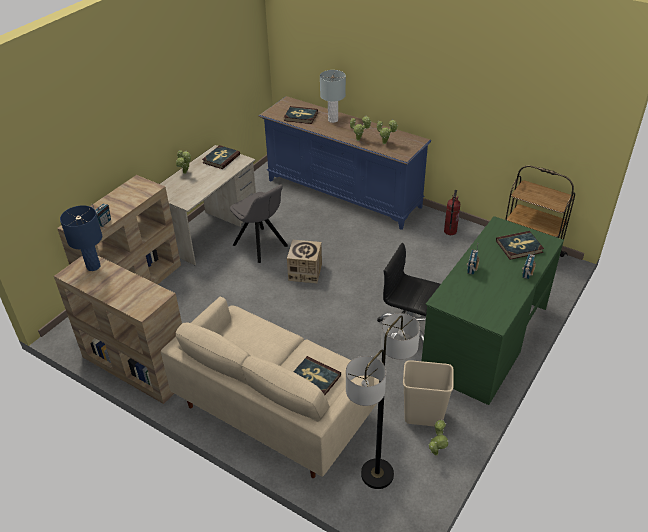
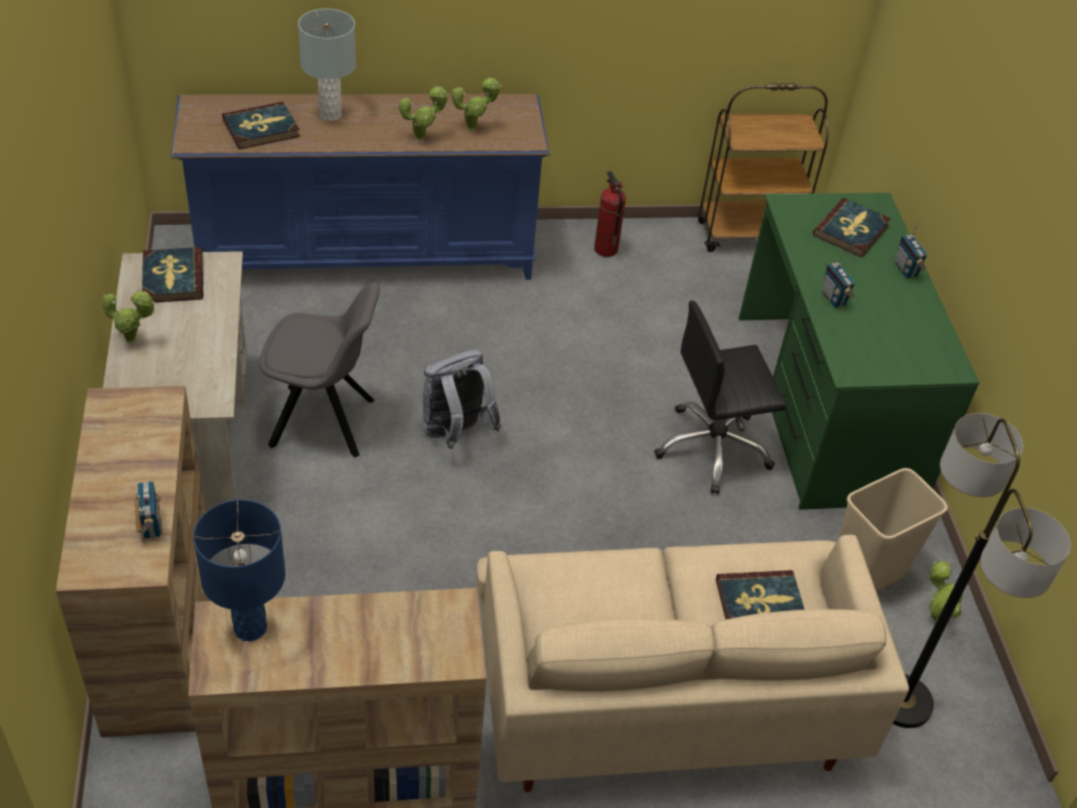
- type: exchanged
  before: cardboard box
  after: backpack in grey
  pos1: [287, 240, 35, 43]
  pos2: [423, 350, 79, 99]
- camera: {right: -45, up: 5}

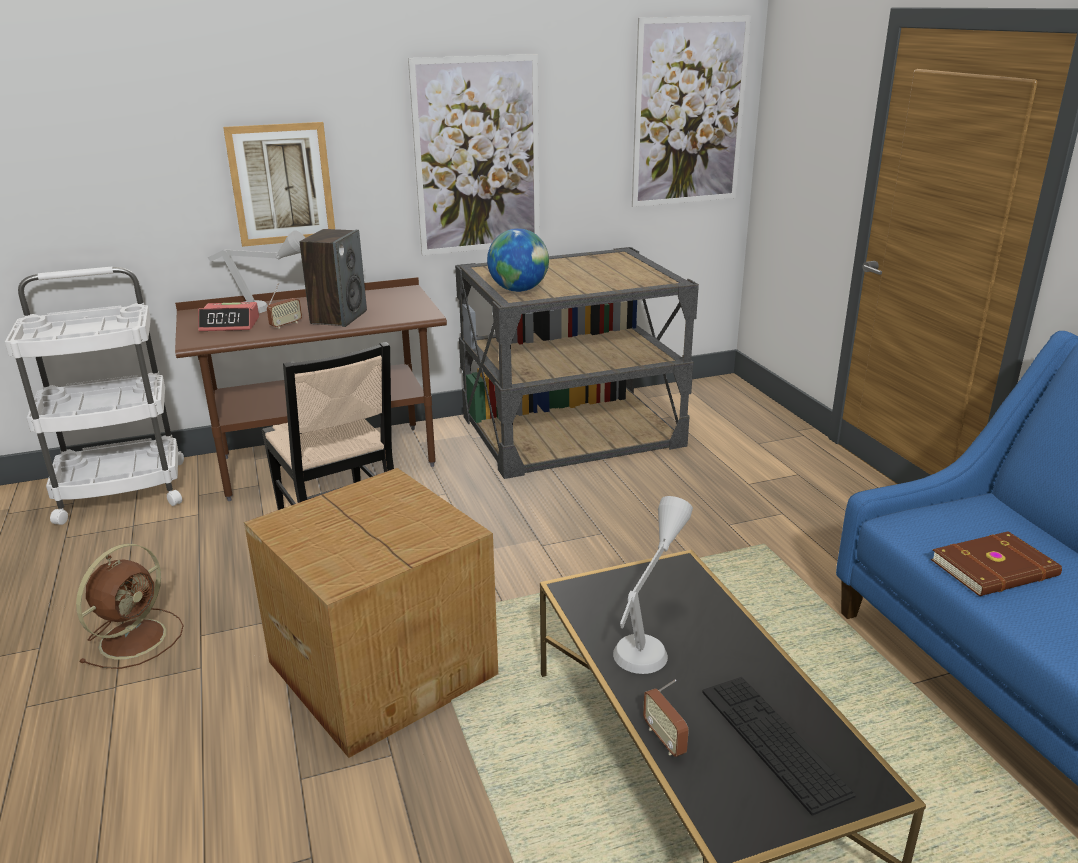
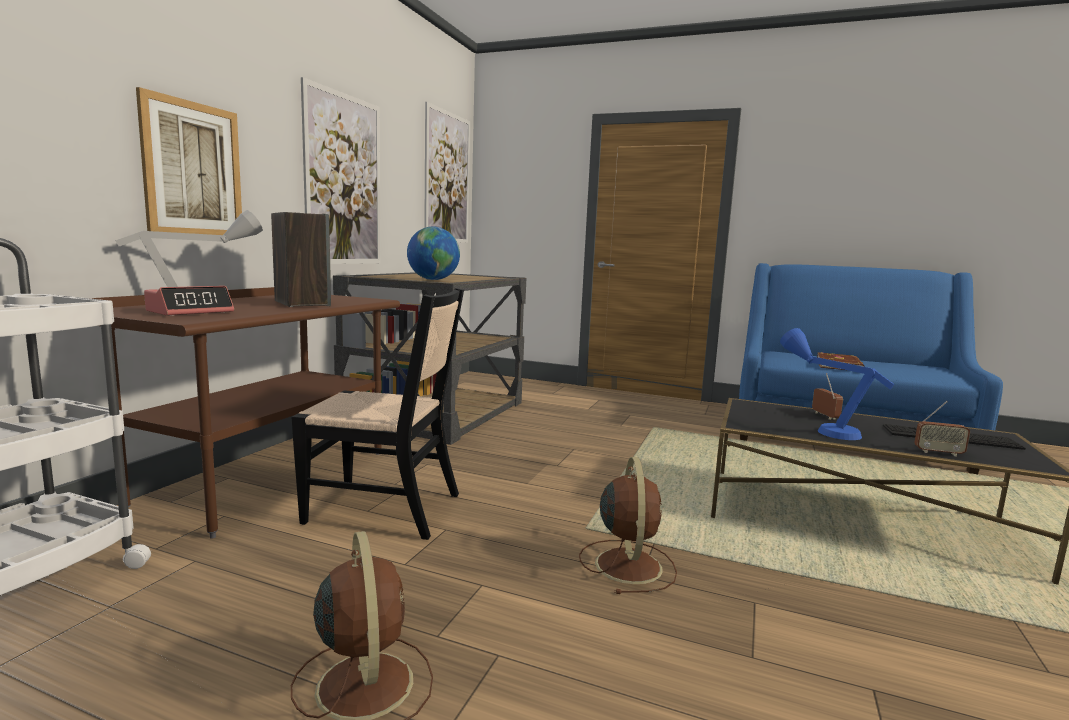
- type: relocated
  before: radio
  pos1: [267, 283, 35, 46]
  pos2: [812, 373, 31, 46]
- type: exchanged
  before: cardboard box
  after: fan in brown
  pos1: [244, 468, 254, 290]
  pos2: [579, 457, 98, 137]
- type: colour
  before: table lamp in grey
  after: table lamp in blue
  pos1: [613, 496, 80, 178]
  pos2: [780, 328, 114, 112]
- camera: {right: -50, up: -15}

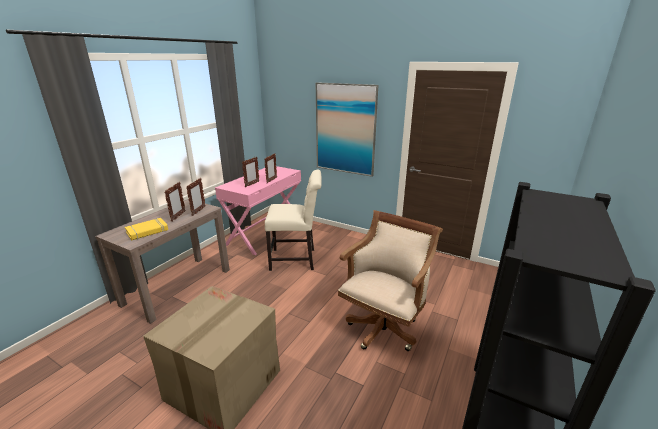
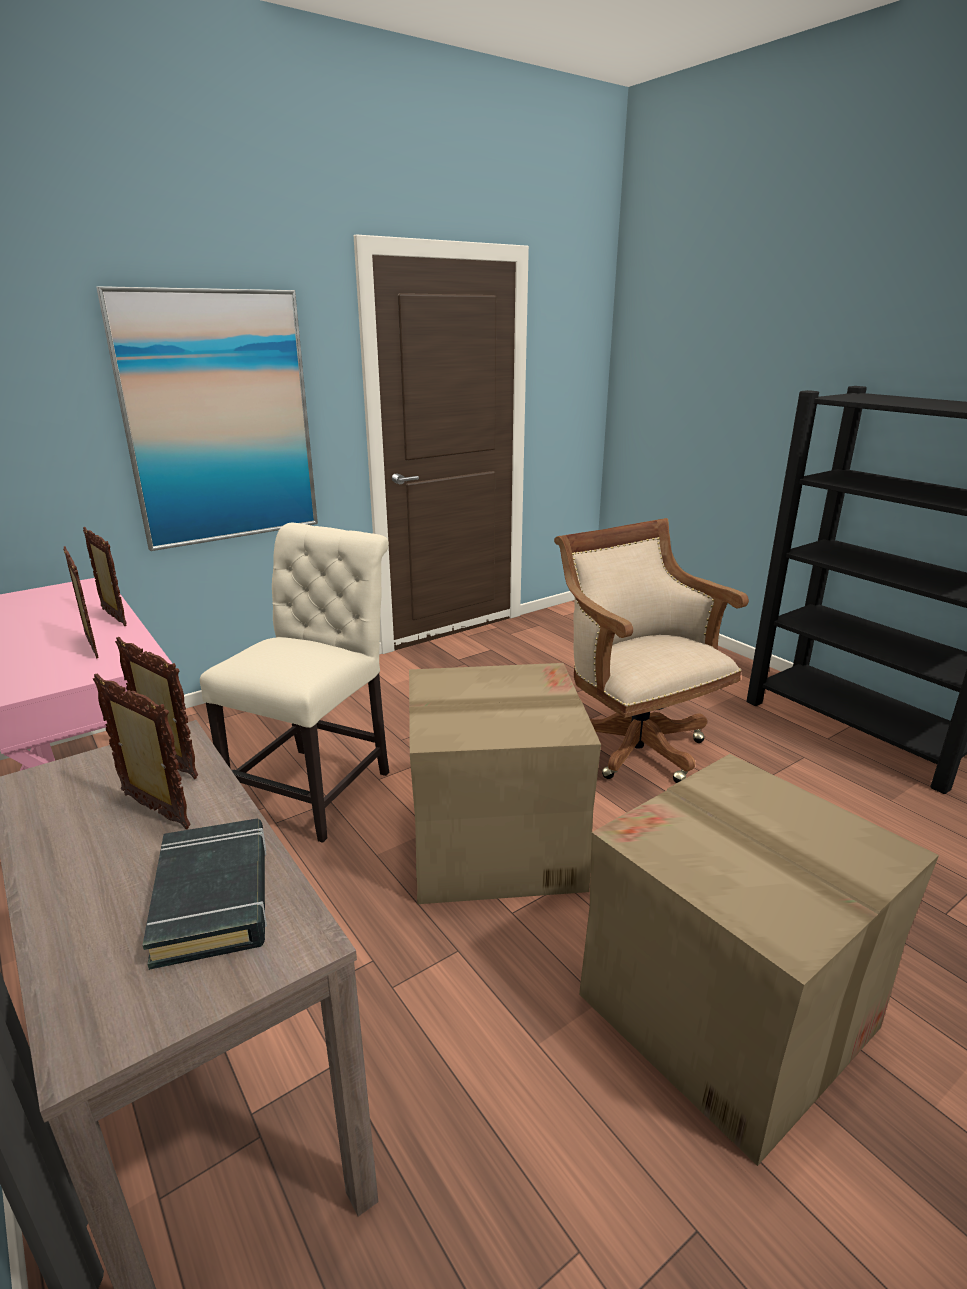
- type: colour
  before: book in yellow
  after: book in black
  pos1: [125, 218, 43, 22]
  pos2: [142, 819, 125, 151]
- type: appeared
  after: cardboard box
  pos2: [409, 663, 192, 241]
- camera: {right: -65, up: 0}

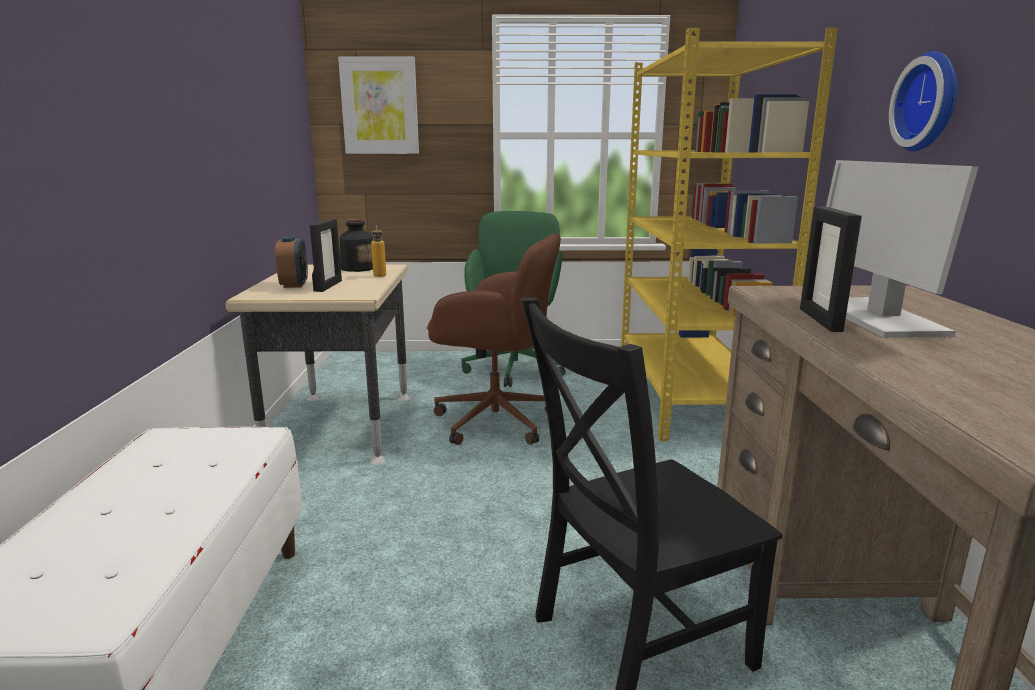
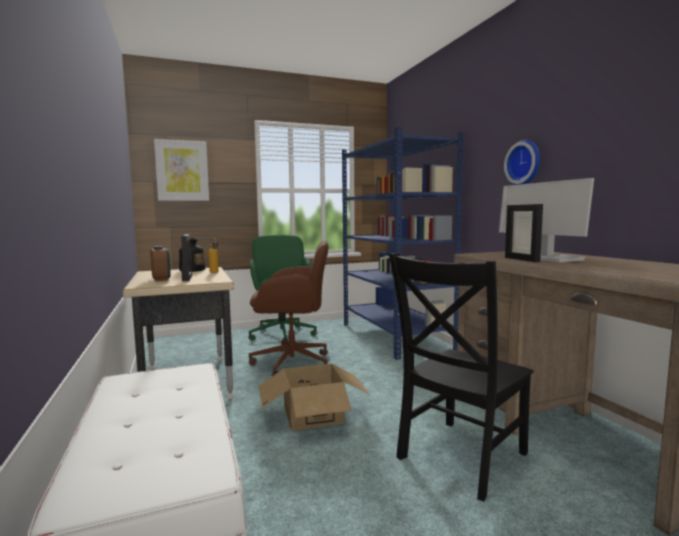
- type: colour
  before: bookcase in yellow
  after: bookcase in blue
  pos1: [621, 28, 217, 413]
  pos2: [342, 127, 121, 233]
- type: appeared
  after: cardboard box
  pos2: [259, 364, 110, 67]
- camera: {right: -20, up: -10}

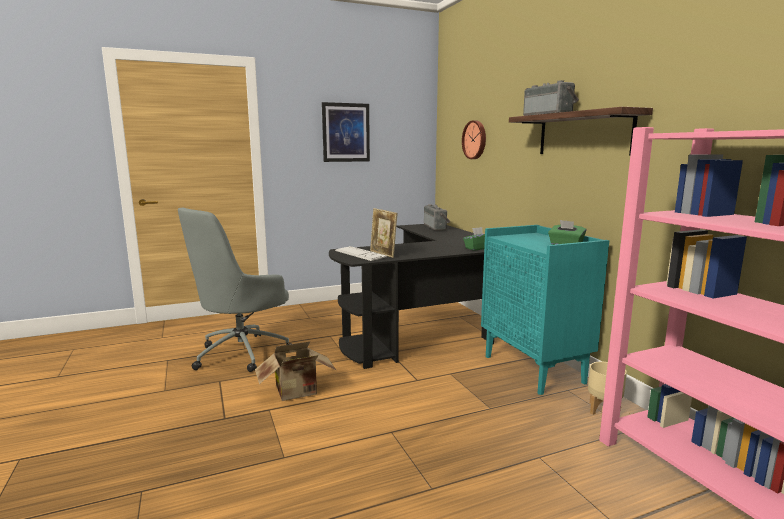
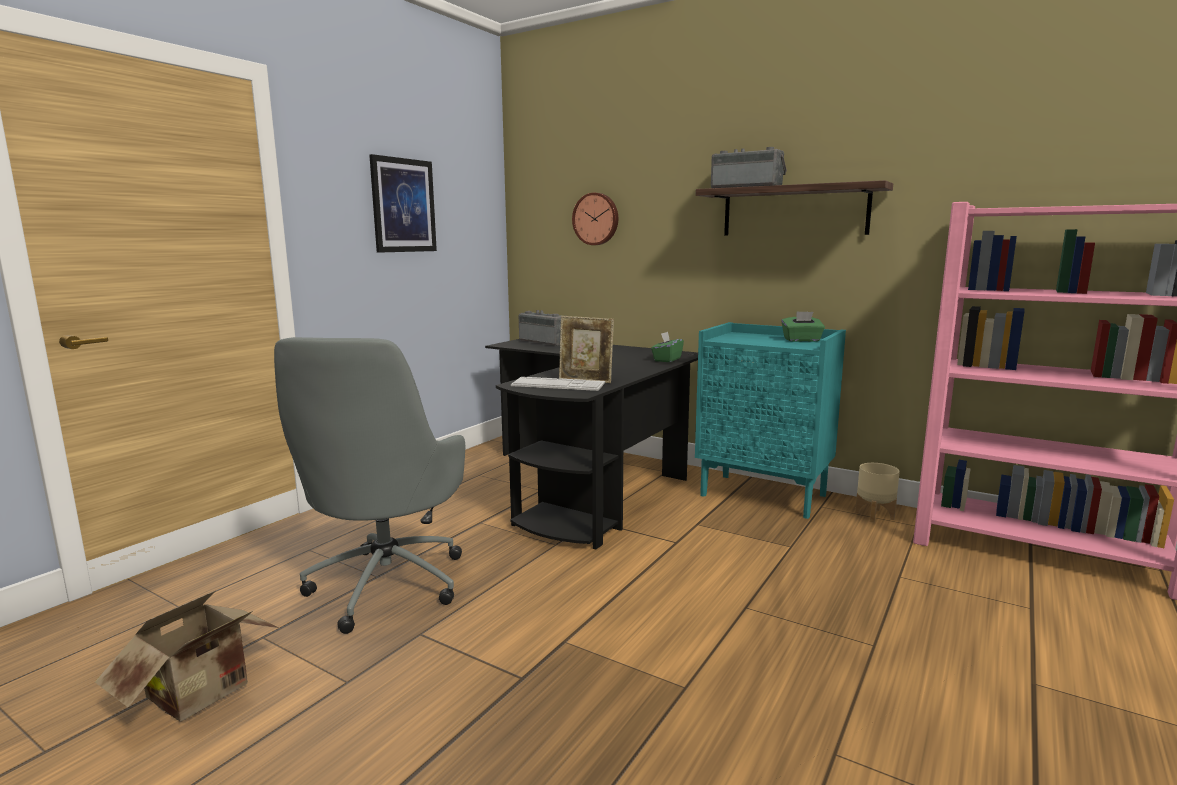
- type: relocated
  before: cardboard box
  pos1: [255, 342, 82, 59]
  pos2: [95, 591, 183, 131]
- camera: {right: -35, up: 0}

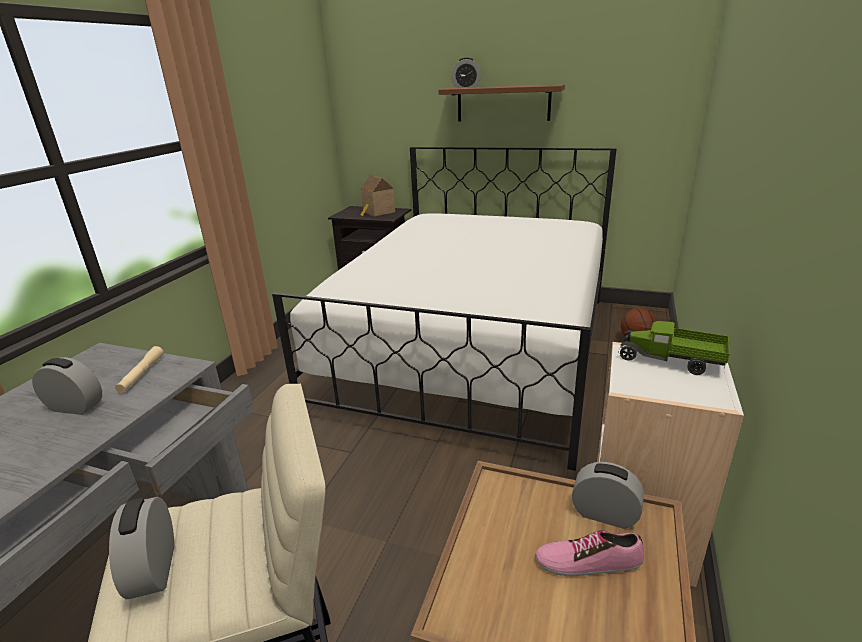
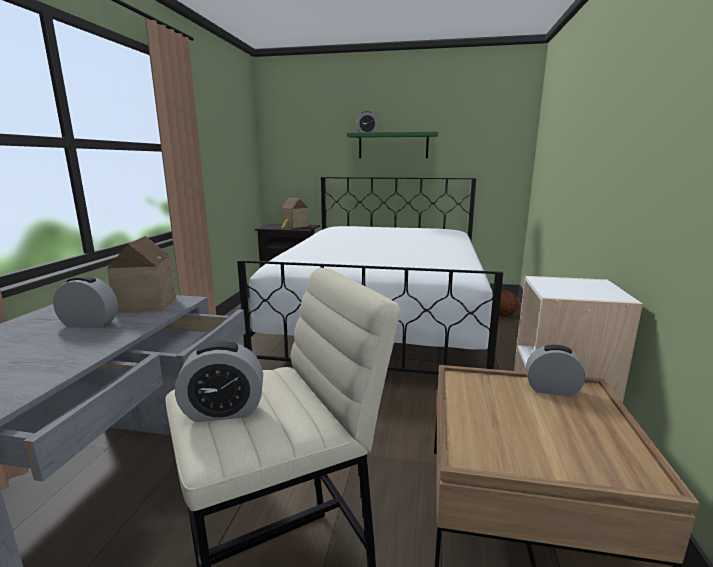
- type: colour
  before: shelf in brown
  after: shelf in green
  pos1: [438, 84, 127, 38]
  pos2: [347, 132, 91, 26]
- type: missing
  before: toy truck
  pos1: [619, 321, 111, 54]
- type: exchanged
  before: flashlight in beige
  after: toy house
  pos1: [115, 346, 49, 47]
  pos2: [107, 236, 69, 77]
- type: spun
  before: alarm clock
  pos1: [109, 497, 66, 102]
  pos2: [175, 341, 88, 81]
  turn: -75
- type: missing
  before: shoe
  pos1: [535, 530, 109, 46]
- camera: {right: -10, up: -10}

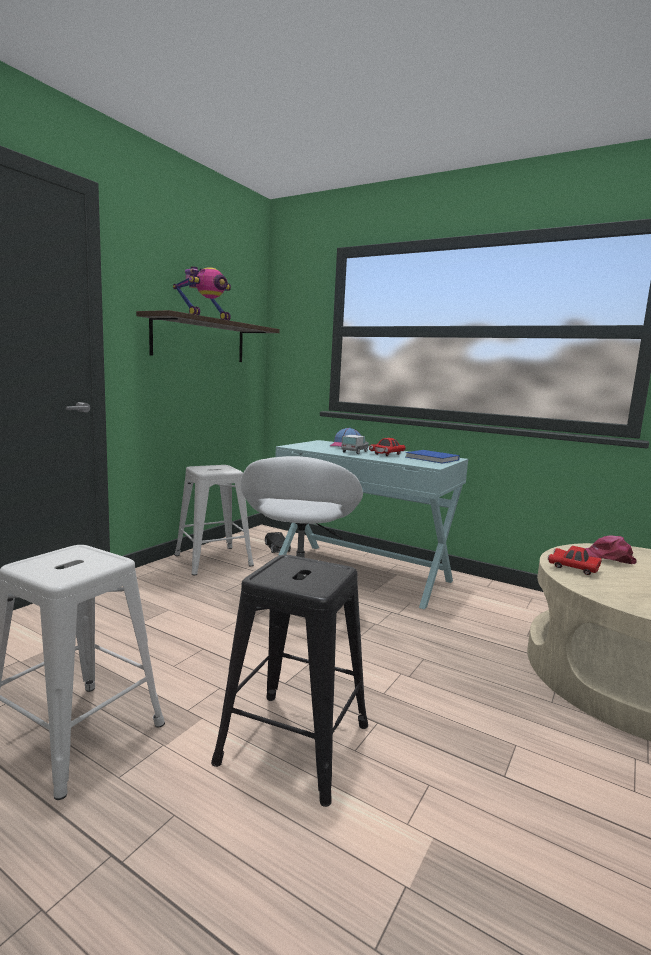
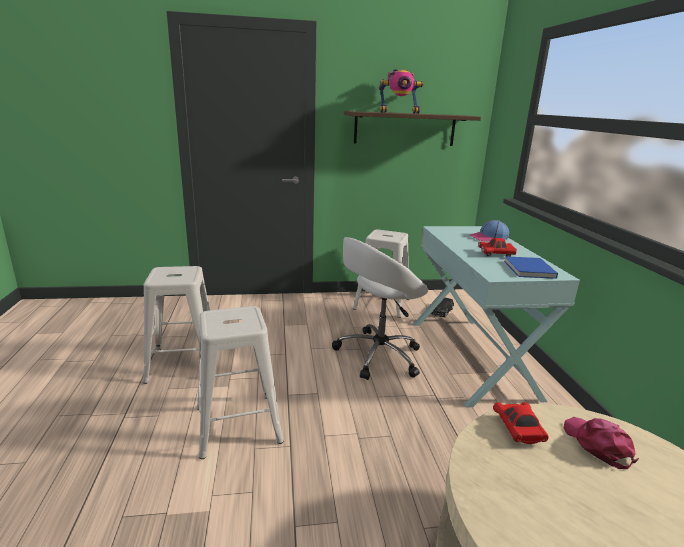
- type: missing
  before: toy truck
  pos1: [342, 435, 27, 19]
- type: colour
  before: stool in black
  after: stool in white
  pos1: [211, 555, 157, 252]
  pos2: [197, 306, 87, 153]
- camera: {right: 50, up: 10}

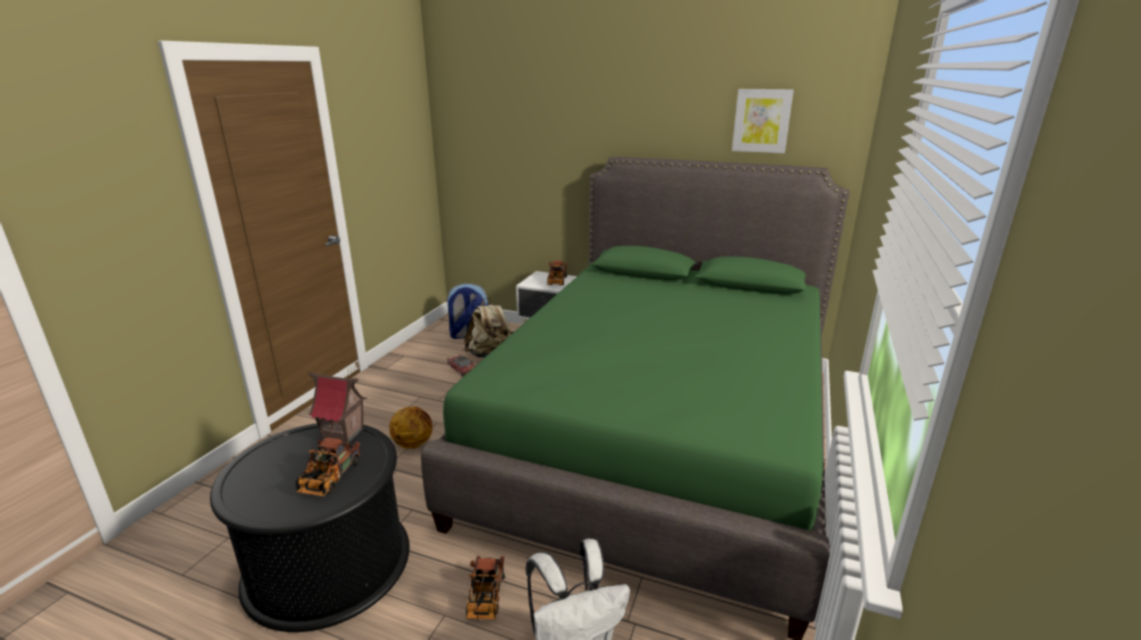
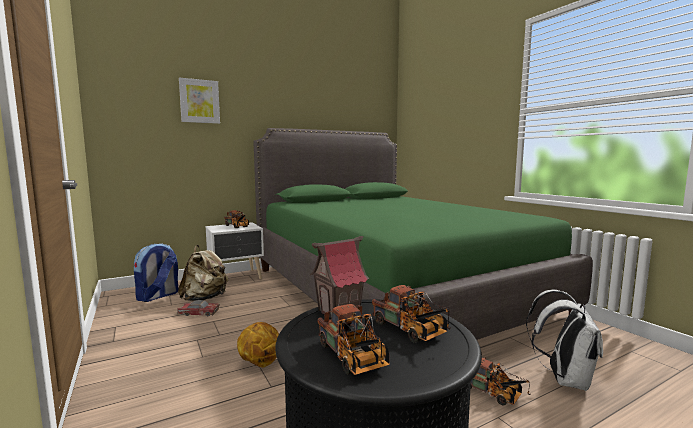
- type: relocated
  before: picture
  pos1: [732, 89, 62, 64]
  pos2: [179, 77, 41, 47]
- type: appeared
  after: toy truck
  pos2: [317, 304, 73, 71]
- camera: {right: -50, up: -15}

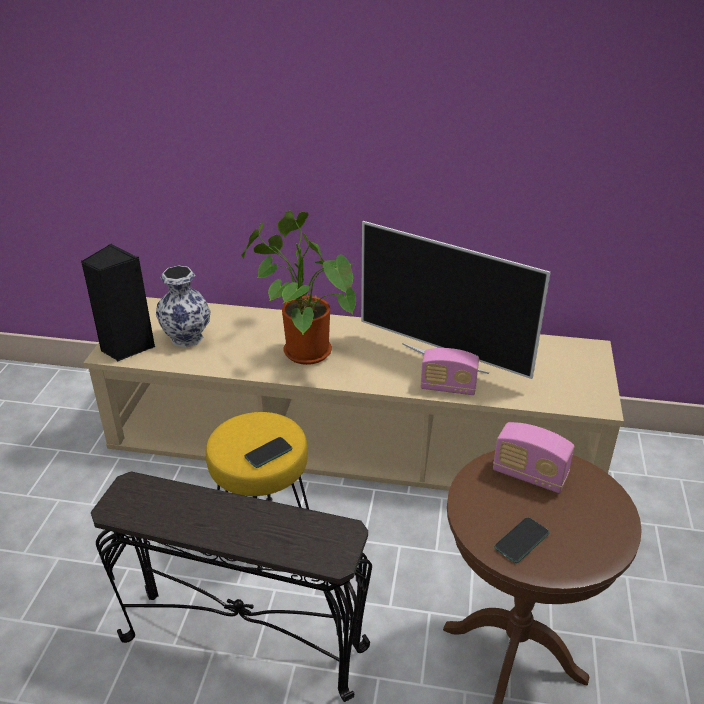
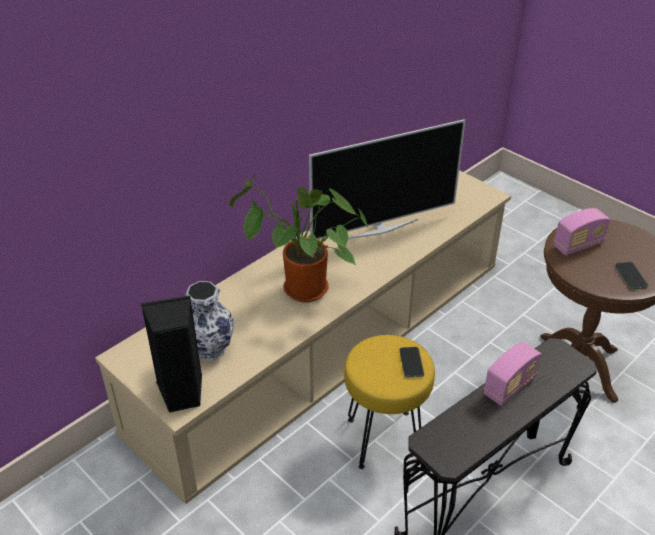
- type: relocated
  before: radio
  pos1: [420, 348, 59, 47]
  pos2: [484, 342, 57, 64]
- camera: {right: -55, up: 5}

